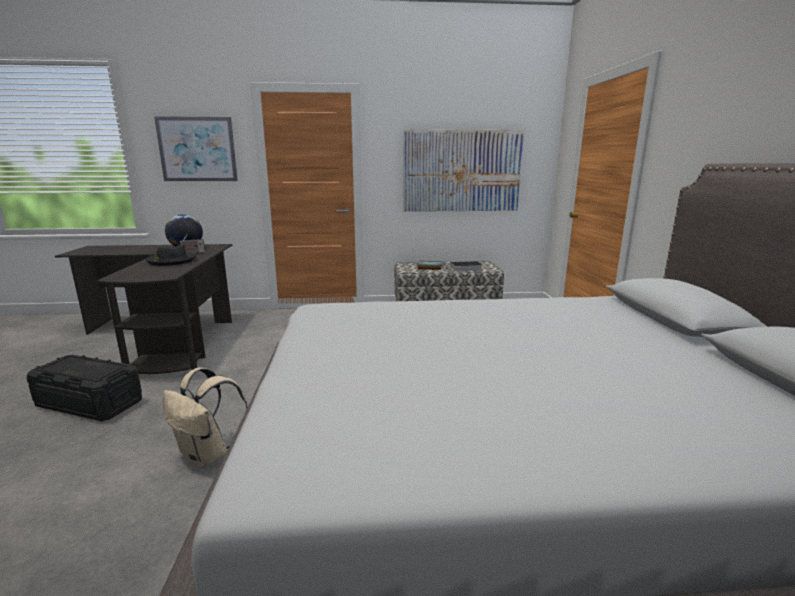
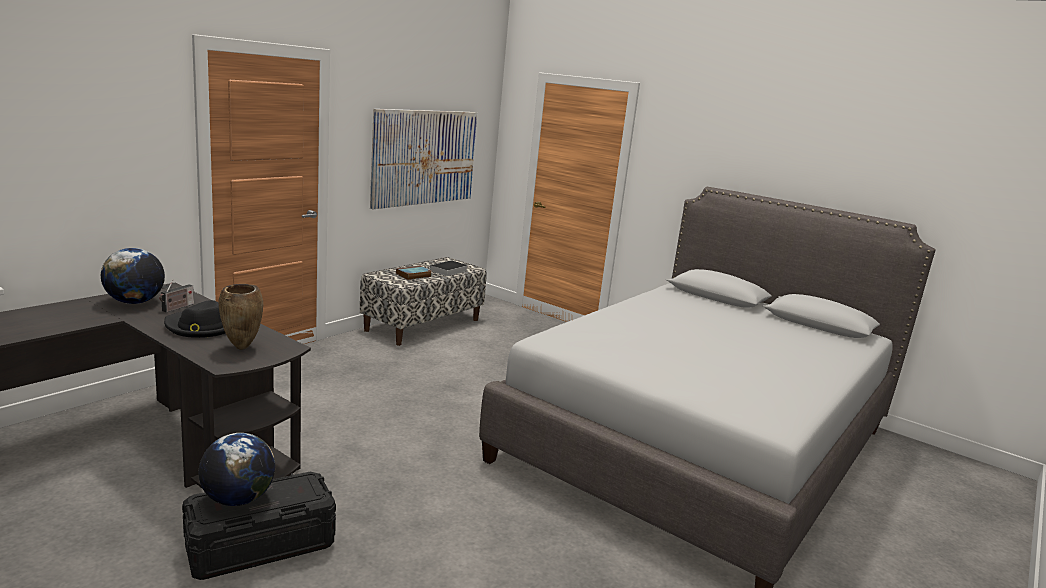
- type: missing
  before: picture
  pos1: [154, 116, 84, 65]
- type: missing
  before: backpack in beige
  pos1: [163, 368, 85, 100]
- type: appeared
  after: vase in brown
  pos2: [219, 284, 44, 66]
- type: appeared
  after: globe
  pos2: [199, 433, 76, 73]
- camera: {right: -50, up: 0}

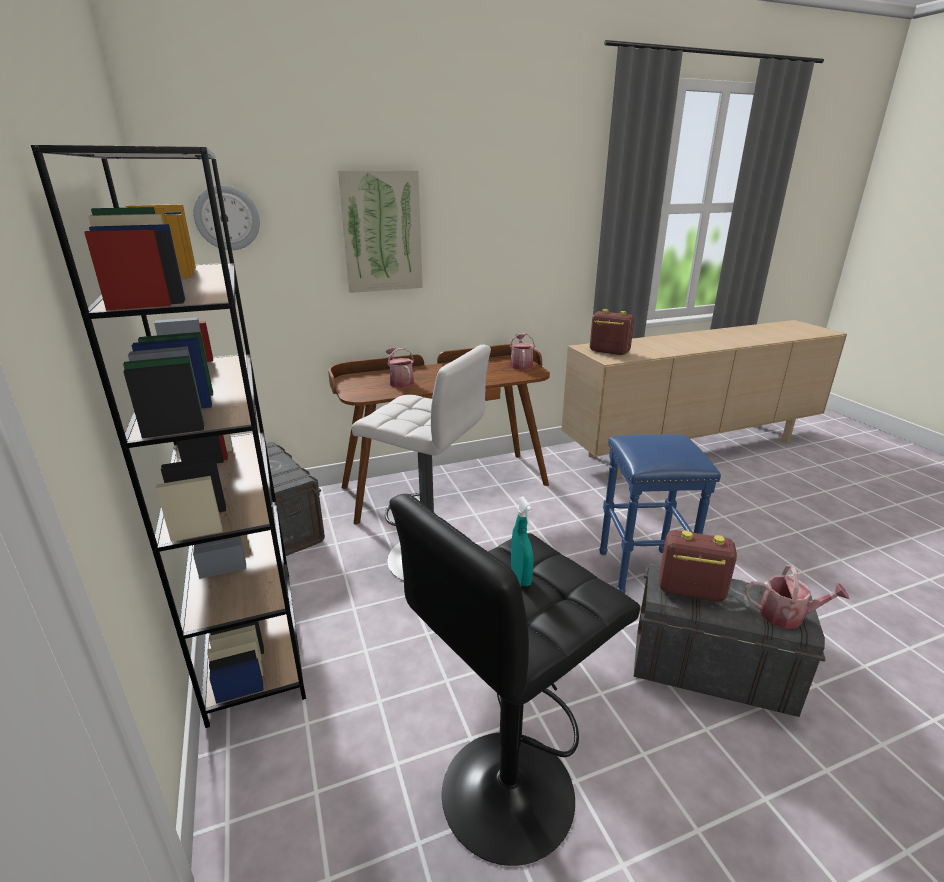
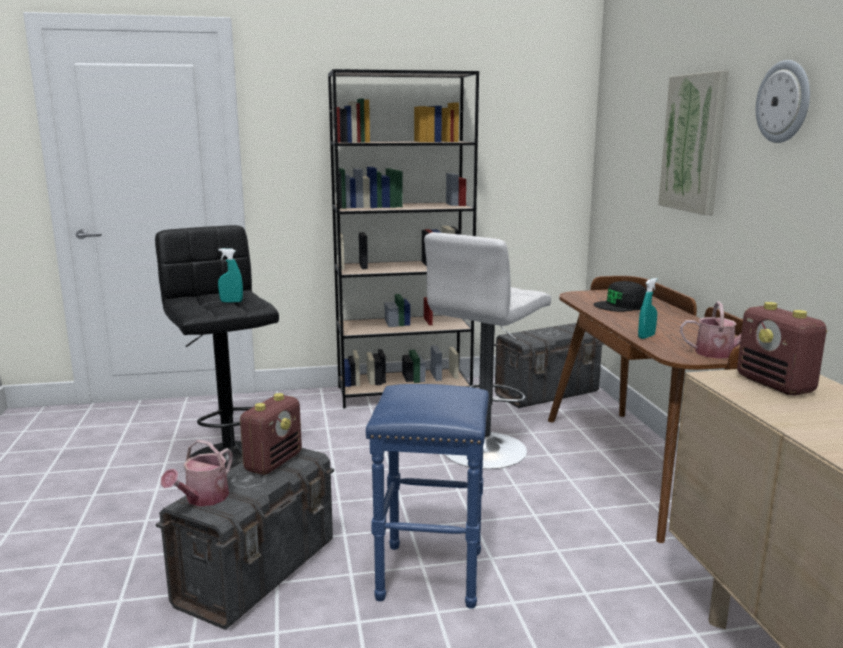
- type: relocated
  before: wall clock
  pos1: [193, 185, 67, 65]
  pos2: [756, 60, 54, 83]
- type: spun
  before: radio
  pos1: [590, 309, 44, 46]
  pos2: [737, 302, 90, 93]
  turn: 120
- type: exchanged
  before: watering can
  after: cap in black
  pos1: [386, 348, 28, 40]
  pos2: [594, 281, 53, 31]
- type: appeared
  after: spray bottle in turquoise
  pos2: [638, 278, 20, 61]
- camera: {right: 100, up: -10}

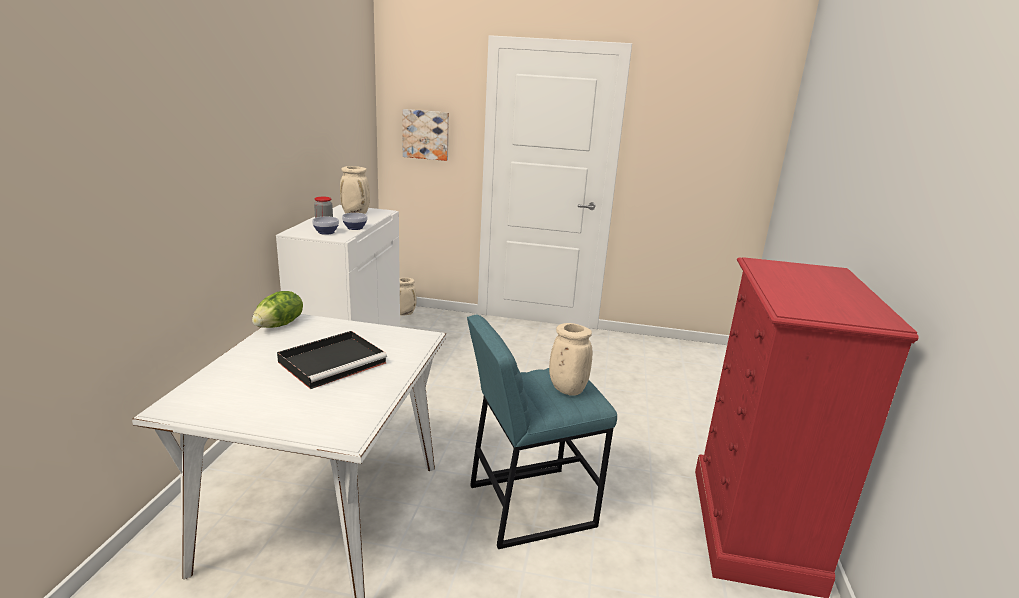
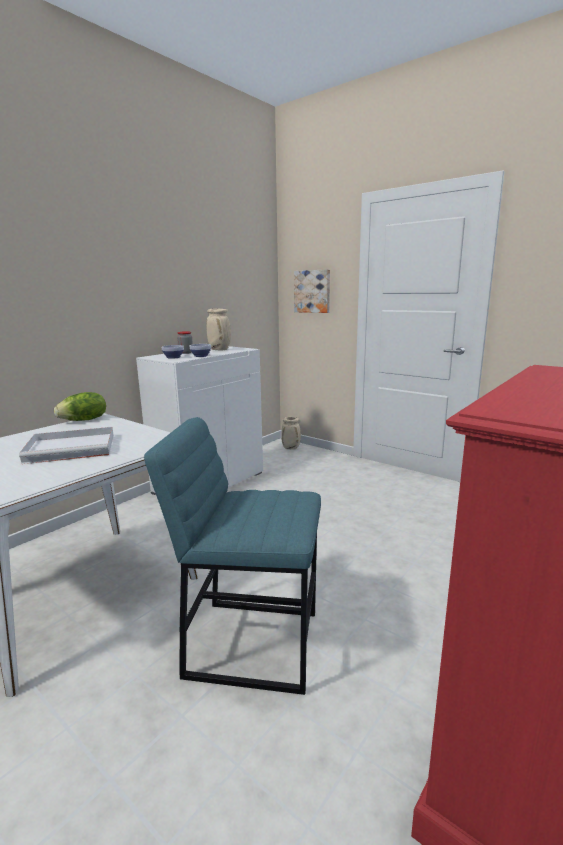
- type: missing
  before: vase in beige
  pos1: [549, 323, 43, 73]
- type: colour
  before: tray in black
  after: tray in white
  pos1: [277, 331, 110, 58]
  pos2: [19, 427, 95, 37]
- camera: {right: 30, up: -5}

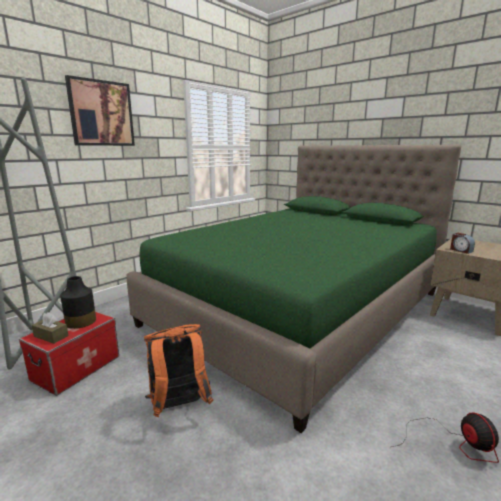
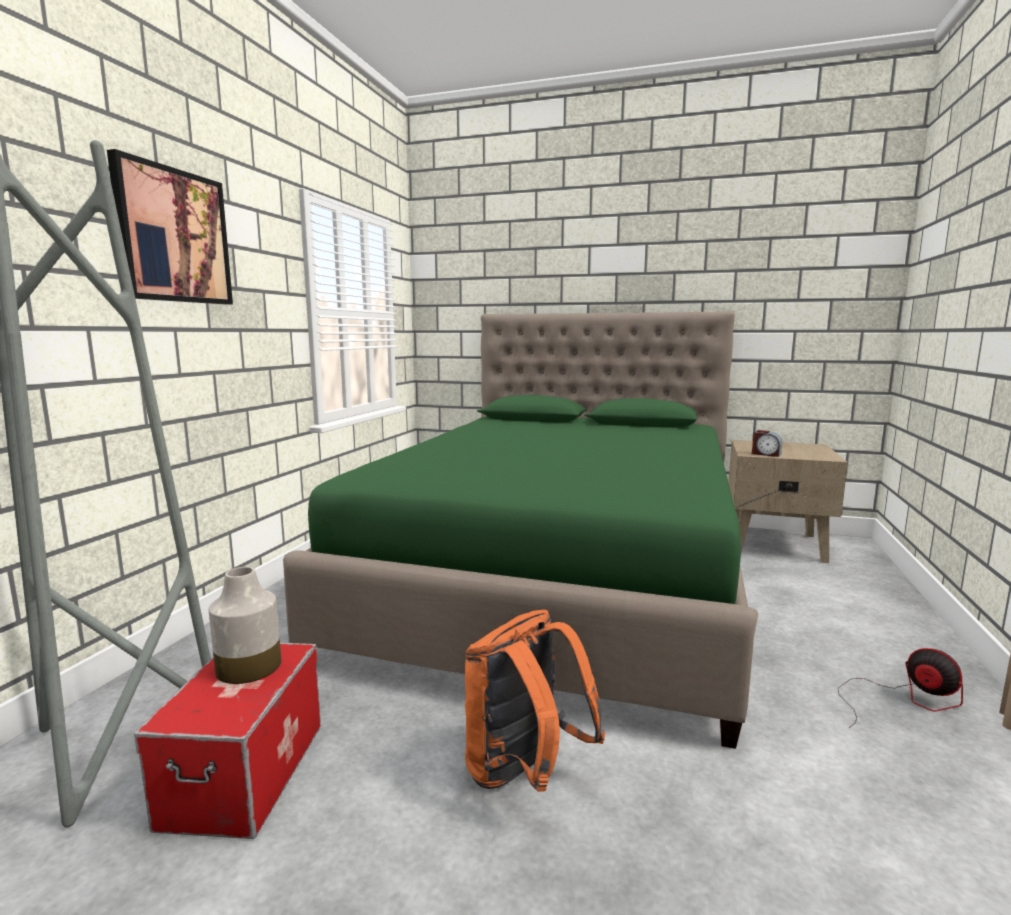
- type: colour
  before: vase in black
  after: vase in beige
  pos1: [60, 276, 36, 53]
  pos2: [209, 567, 73, 117]
- type: missing
  before: tissue box in brown
  pos1: [32, 312, 36, 32]
- camera: {right: -25, up: -5}

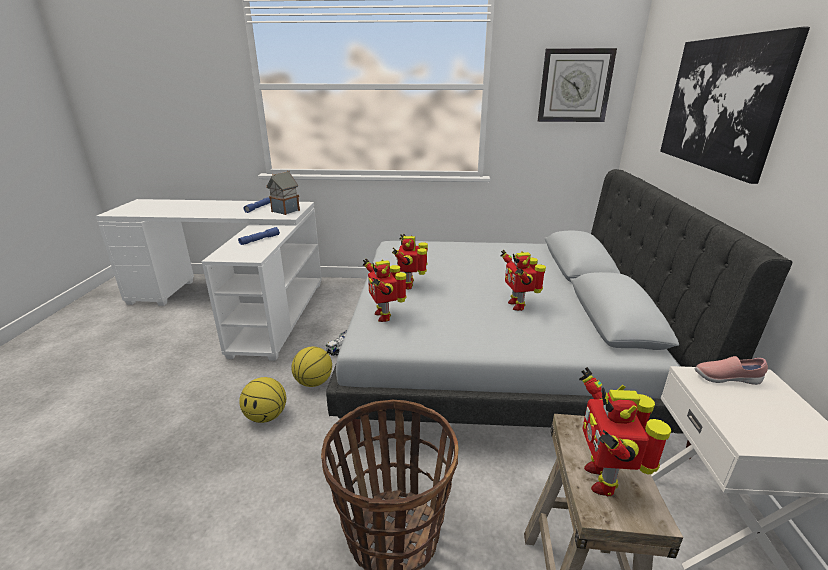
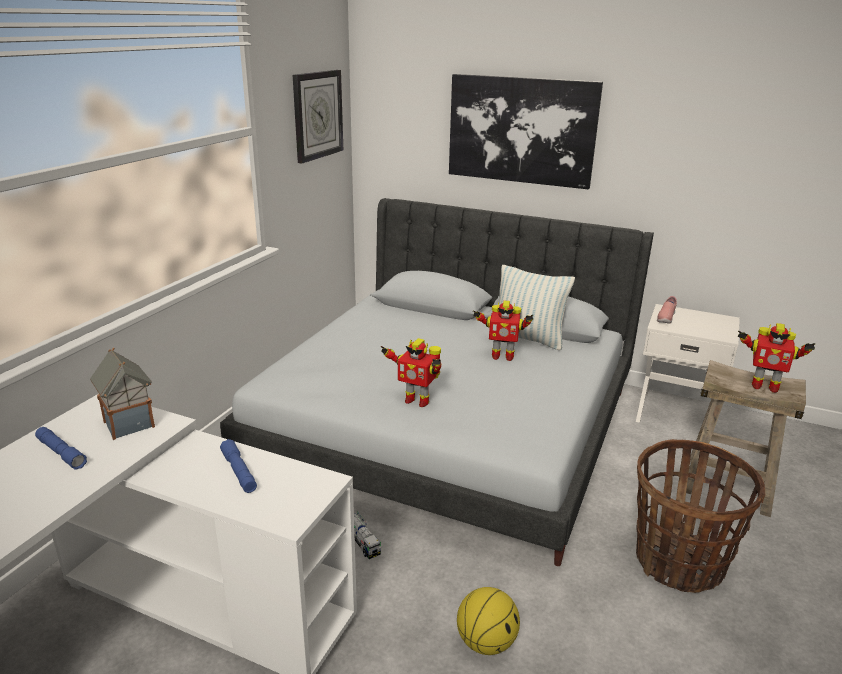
- type: missing
  before: toy robot
  pos1: [363, 259, 44, 63]
- type: missing
  before: basketball
  pos1: [291, 347, 41, 40]
- type: appeared
  after: pillow
  pos2: [499, 265, 76, 85]
- camera: {right: -70, up: 0}

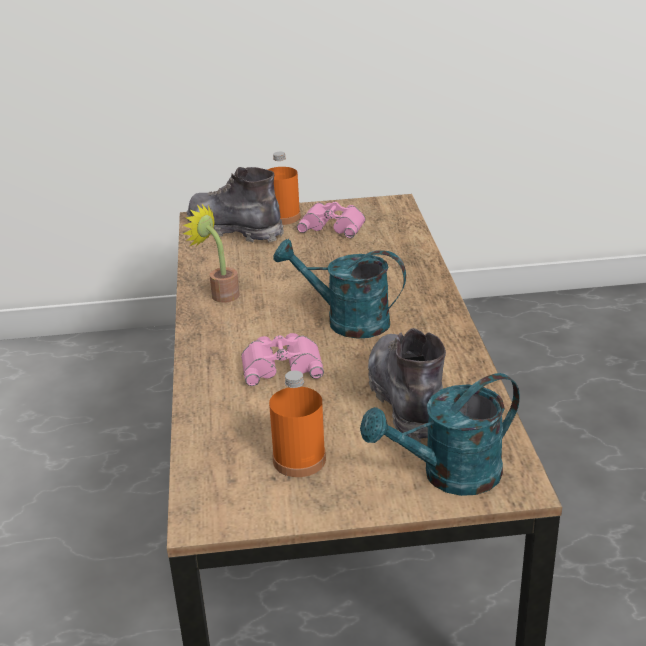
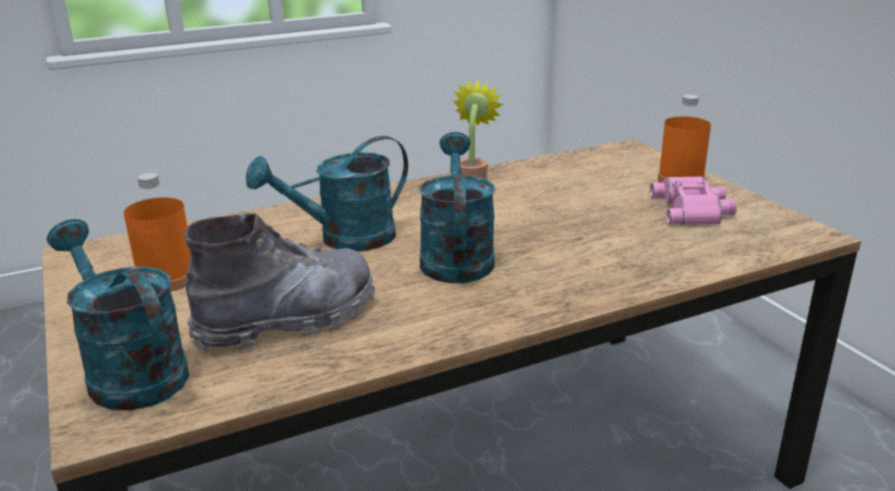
- type: missing
  before: boot in grey
  pos1: [186, 167, 98, 75]
- type: exchanged
  before: binoculars in pink
  after: watering can in turquoise
  pos1: [241, 333, 83, 53]
  pos2: [246, 136, 162, 115]
- camera: {right: 70, up: -5}

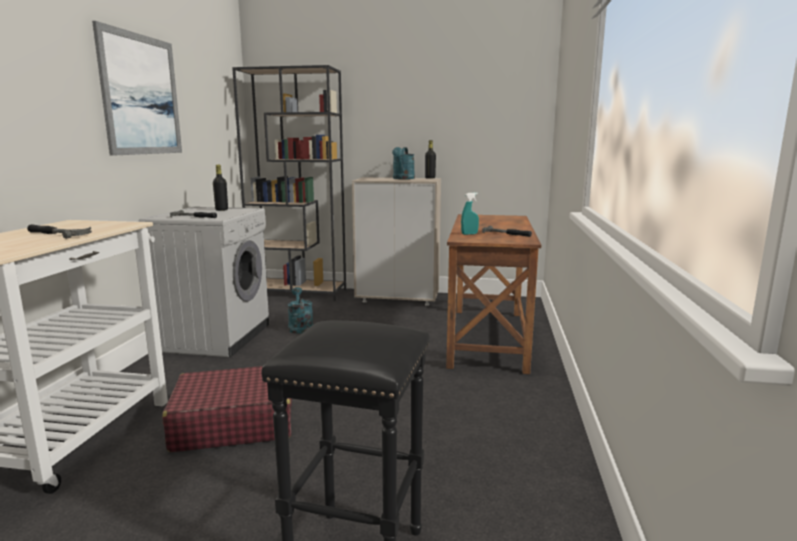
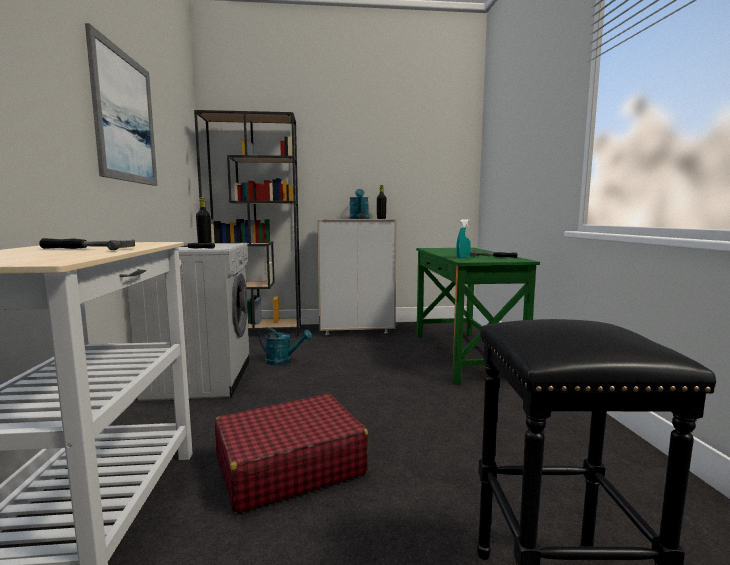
- type: colour
  before: desk in brown
  after: desk in green
  pos1: [446, 214, 95, 160]
  pos2: [416, 248, 124, 137]
- type: spun
  before: watering can in turquoise
  pos1: [288, 287, 25, 47]
  pos2: [259, 327, 53, 38]
  turn: 135
- camera: {right: -15, up: -5}

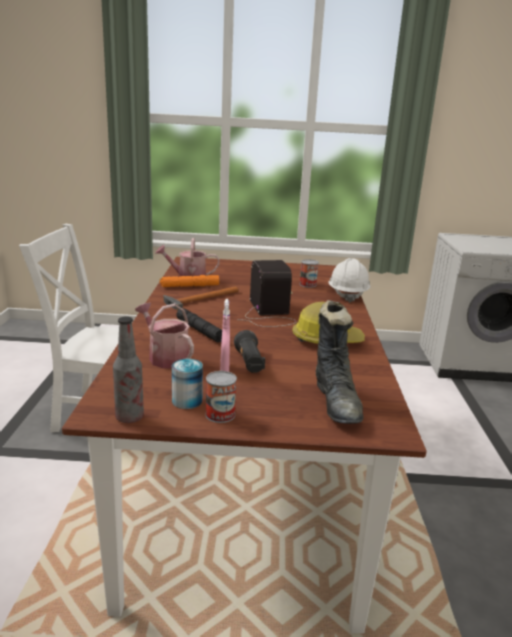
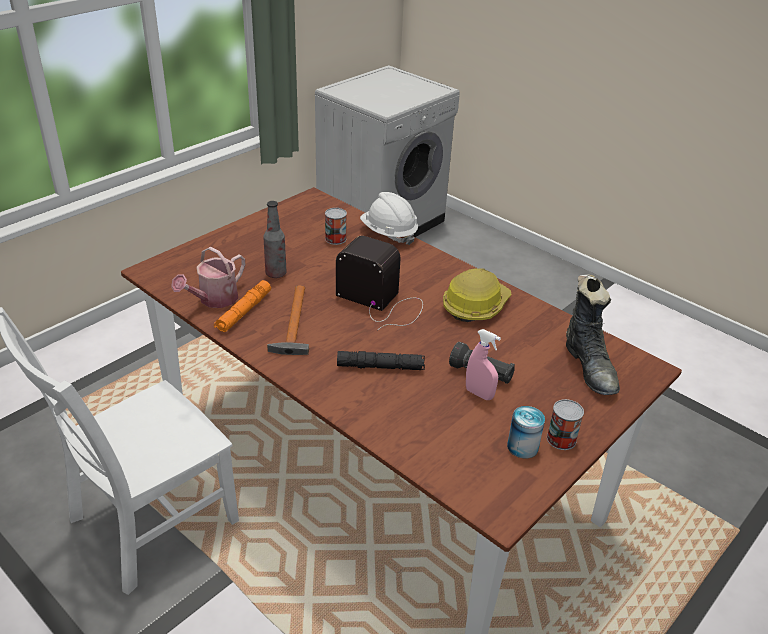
- type: spun
  before: boot in black
  pos1: [316, 300, 48, 124]
  pos2: [566, 274, 54, 121]
  turn: 45
- type: missing
  before: watering can
  pos1: [135, 303, 59, 65]
- type: relocated
  before: bottle
  pos1: [113, 317, 31, 106]
  pos2: [263, 201, 23, 77]
- camera: {right: -50, up: 15}

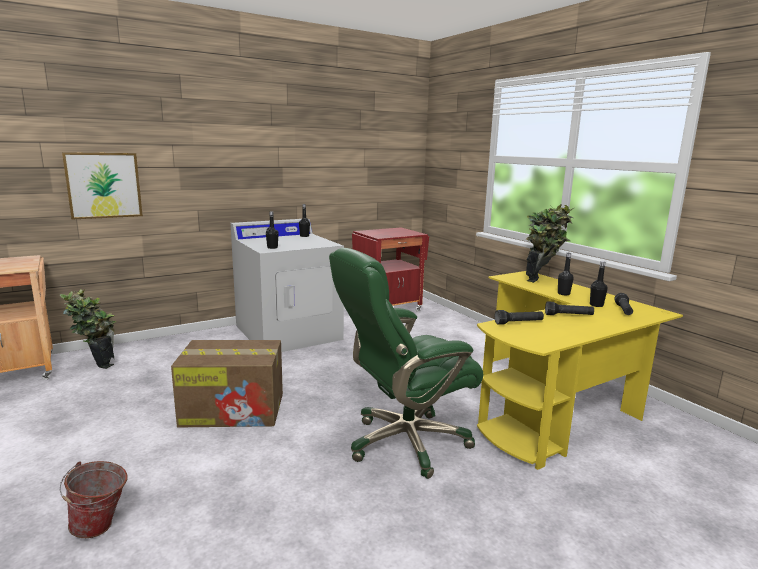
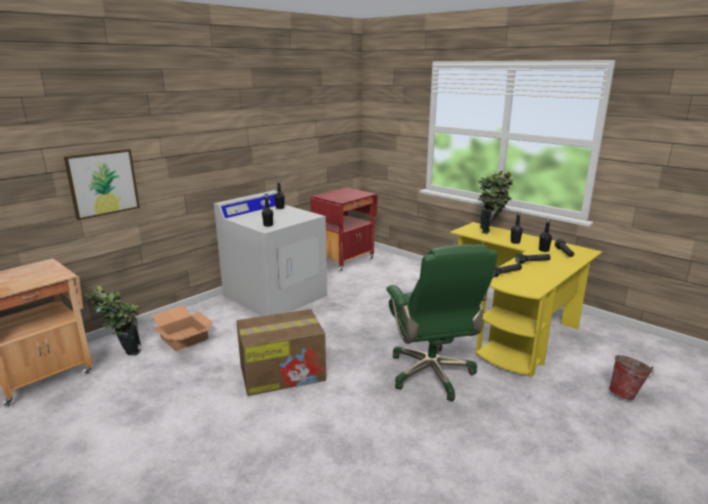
- type: spun
  before: office chair in green
  pos1: [329, 248, 154, 231]
  pos2: [386, 244, 111, 158]
  turn: -60
- type: relocated
  before: bucket
  pos1: [60, 461, 68, 77]
  pos2: [609, 355, 45, 45]
- type: appeared
  after: cardboard box
  pos2: [152, 305, 61, 46]
- camera: {right: -15, up: 5}

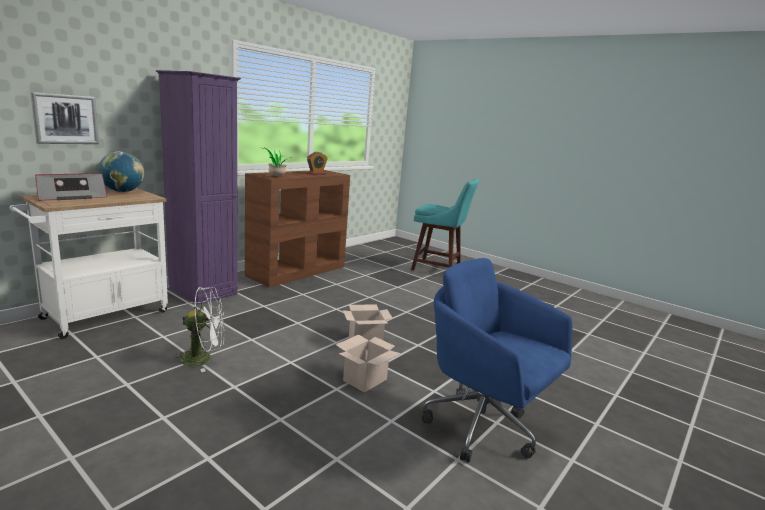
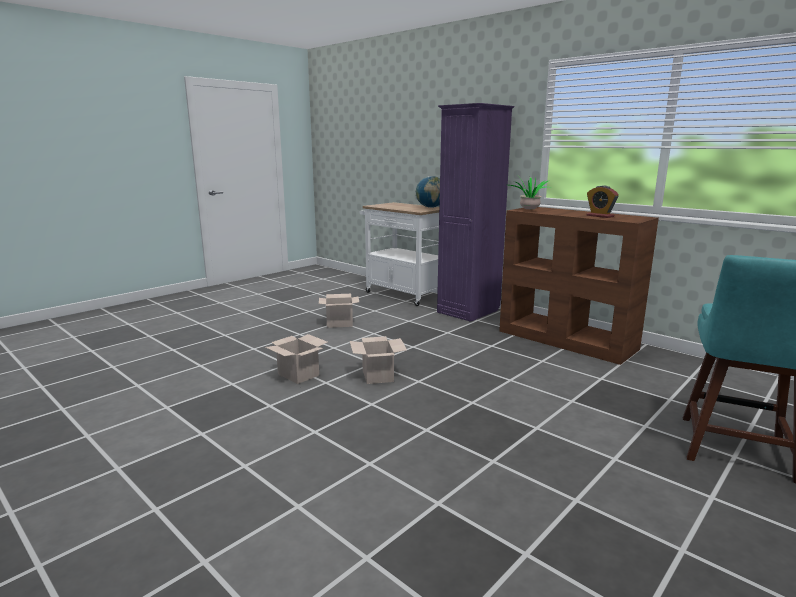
- type: missing
  before: picture
  pos1: [30, 92, 69, 52]
- type: missing
  before: radio
  pos1: [35, 173, 73, 28]
- type: missing
  before: office chair in blue
  pos1: [422, 258, 150, 205]
- type: exchanged
  before: fan in white
  after: cardboard box
  pos1: [174, 287, 51, 85]
  pos2: [319, 294, 40, 34]
- camera: {right: 95, up: 0}

